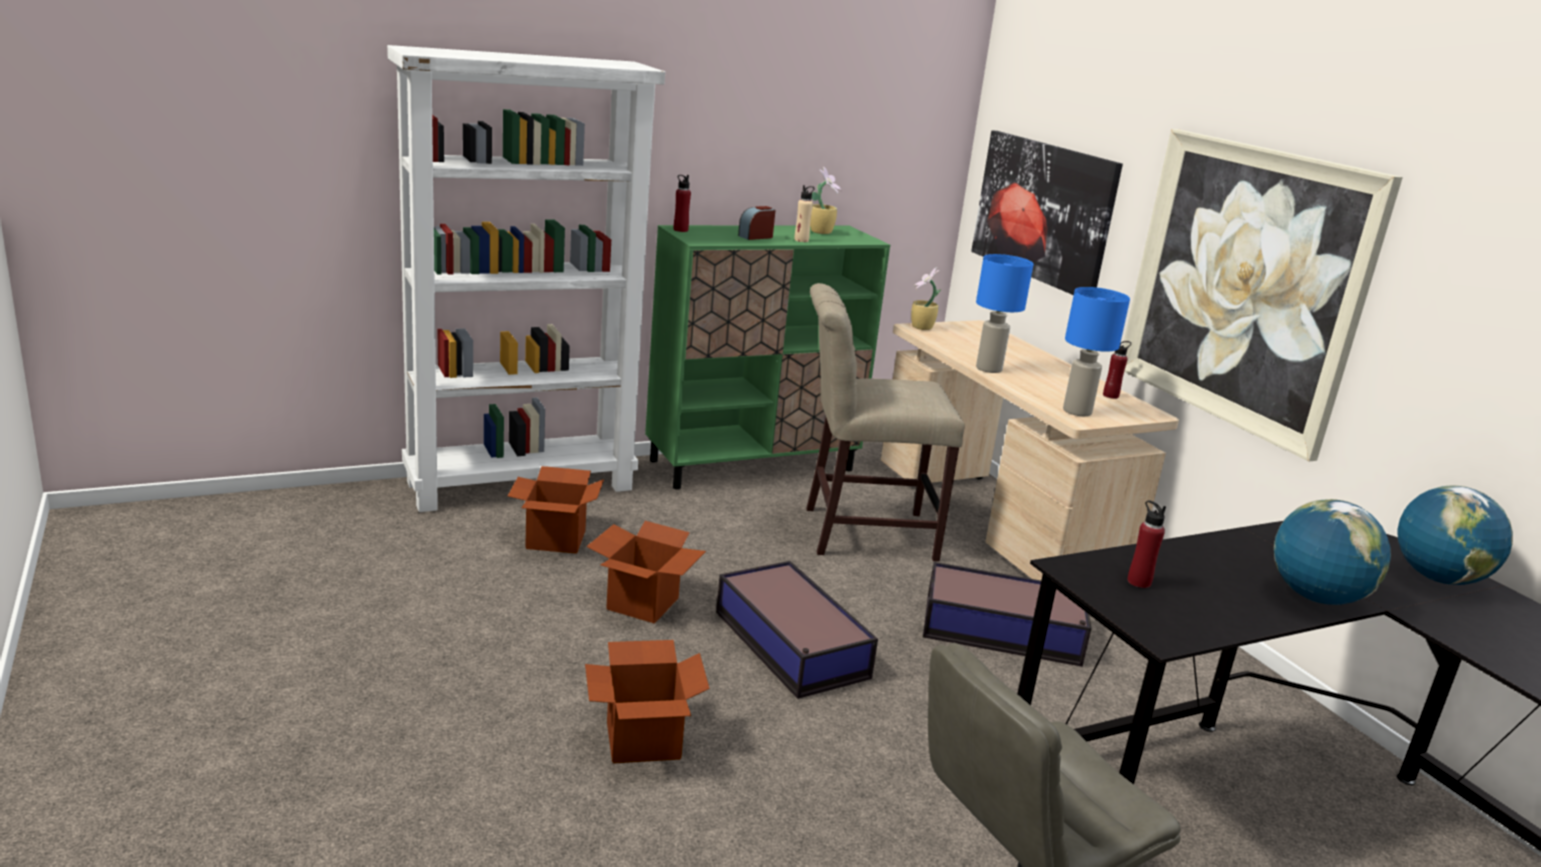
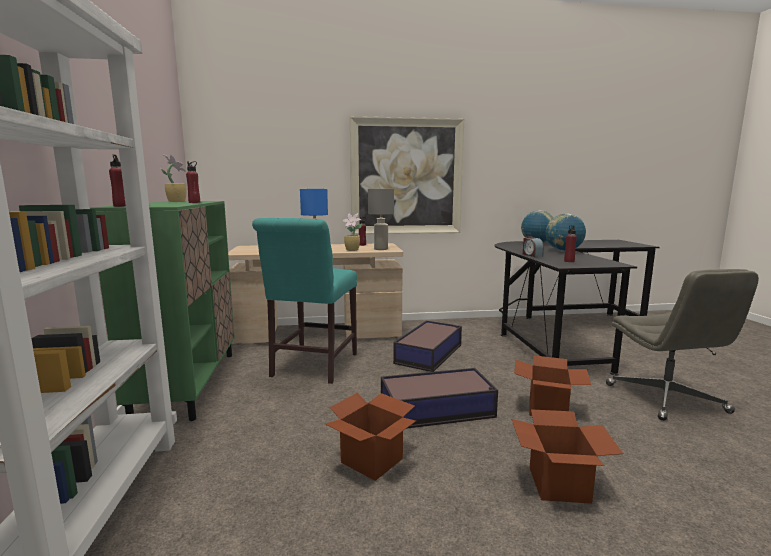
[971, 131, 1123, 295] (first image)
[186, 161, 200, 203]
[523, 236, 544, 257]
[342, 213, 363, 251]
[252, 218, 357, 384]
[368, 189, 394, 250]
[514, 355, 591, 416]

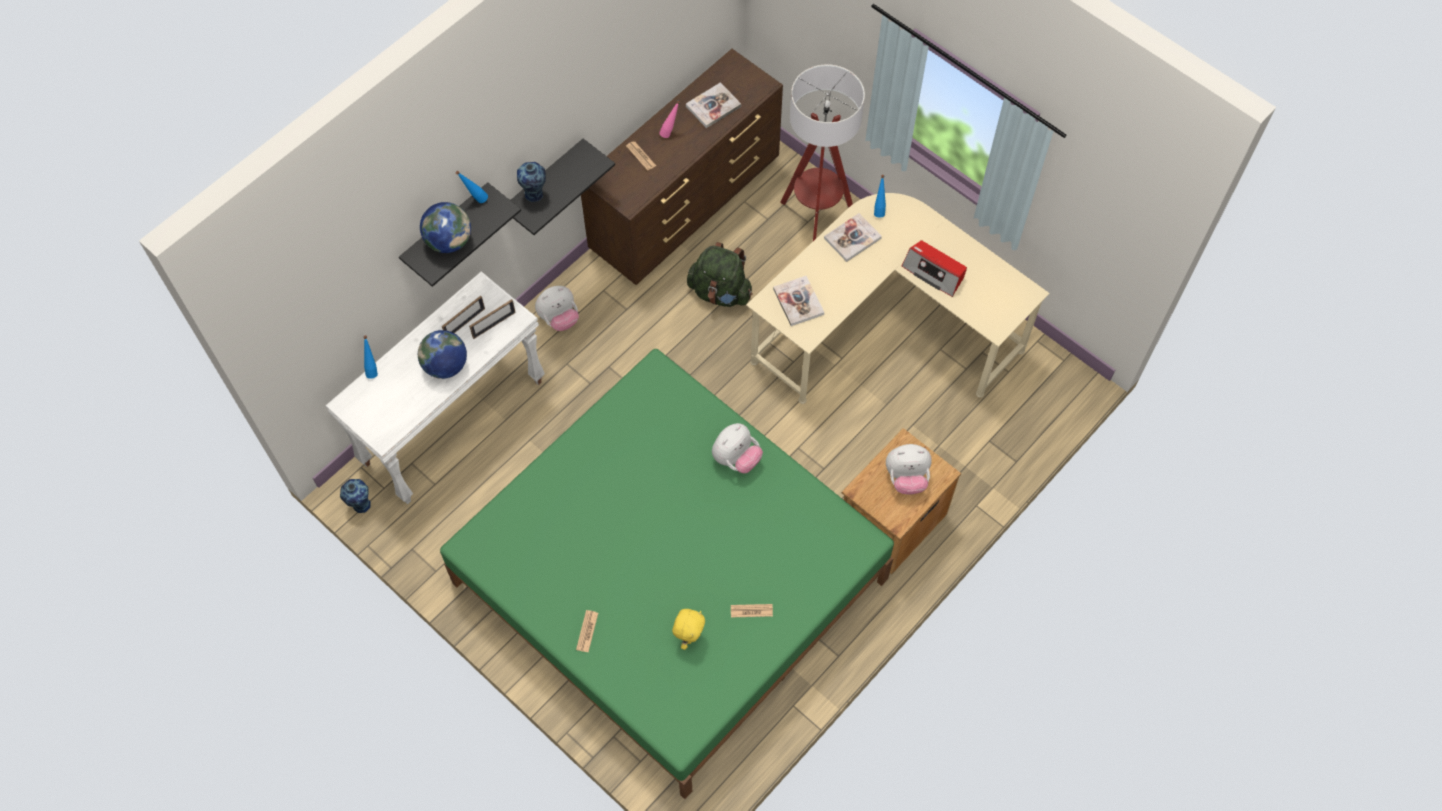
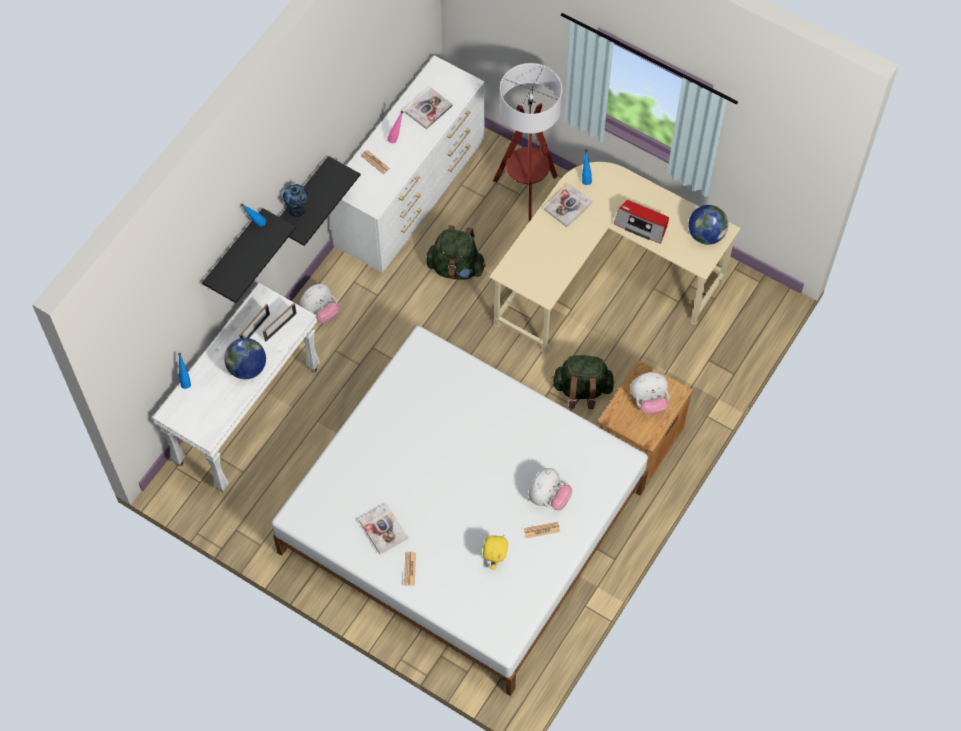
[329, 55, 485, 273]
[688, 205, 728, 245]
[359, 504, 408, 554]
[272, 326, 648, 696]
[528, 468, 572, 510]
[340, 479, 371, 513] (first image)
[552, 355, 614, 409]

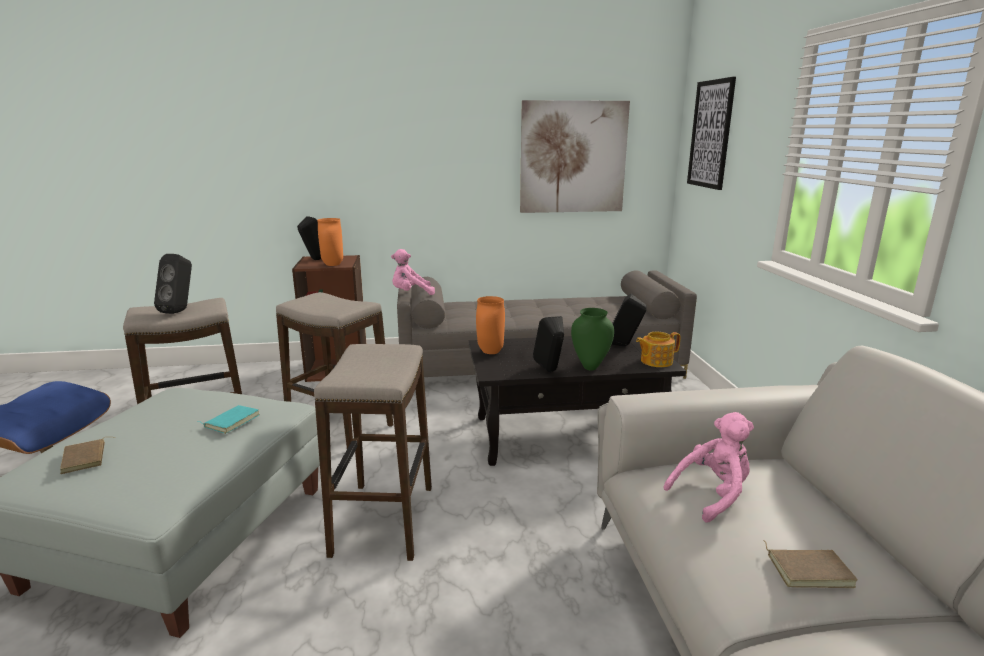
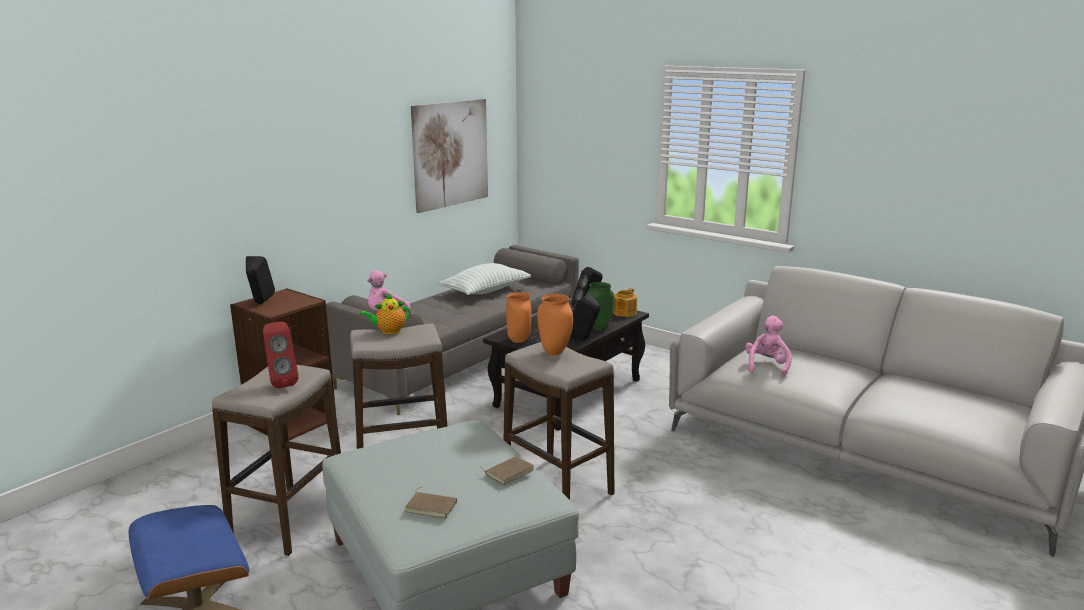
[687, 77, 736, 190] (first image)
[537, 294, 573, 356]
[263, 322, 298, 388]
[197, 405, 260, 434] (first image)
[480, 456, 534, 485]
[439, 263, 531, 295]
[359, 293, 411, 334]

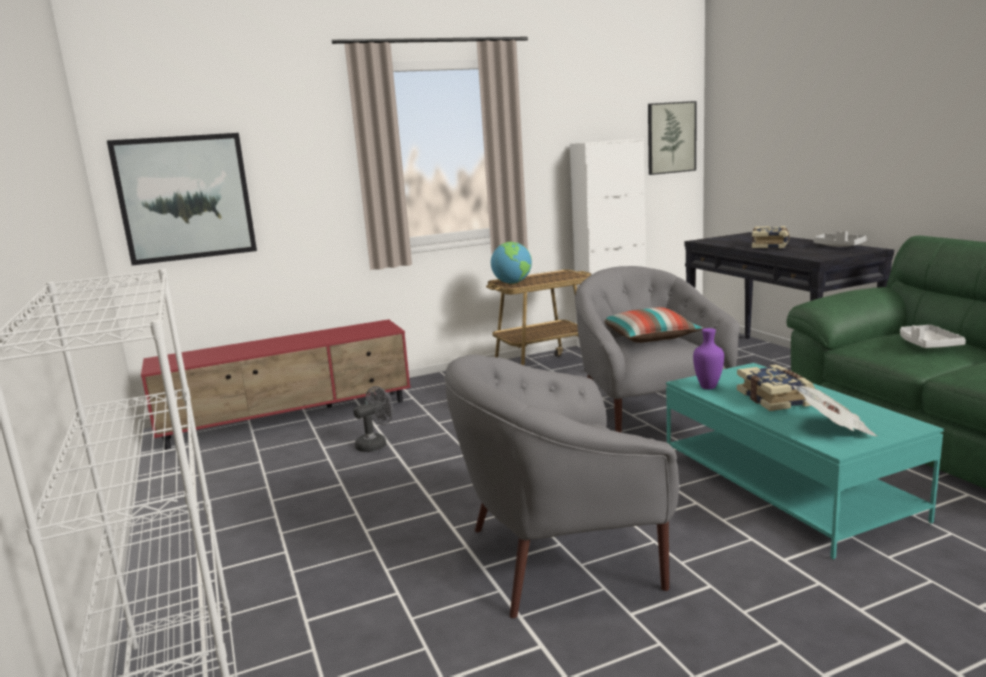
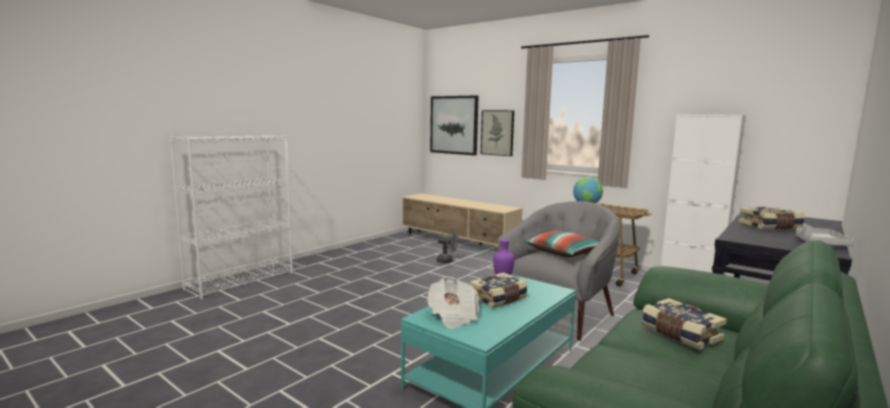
[481, 110, 514, 156]
[402, 193, 523, 246]
[642, 298, 727, 350]
[444, 355, 679, 618] (first image)

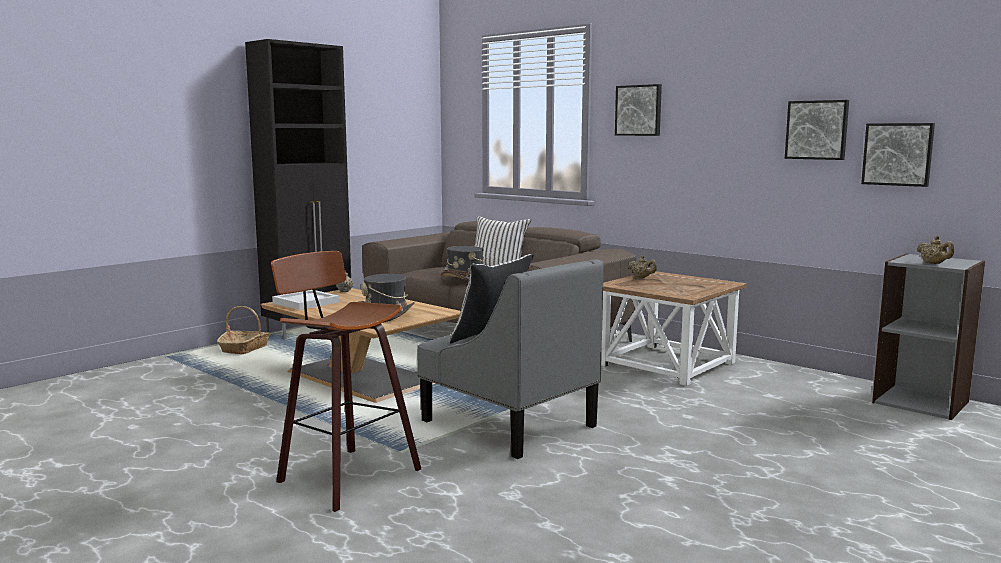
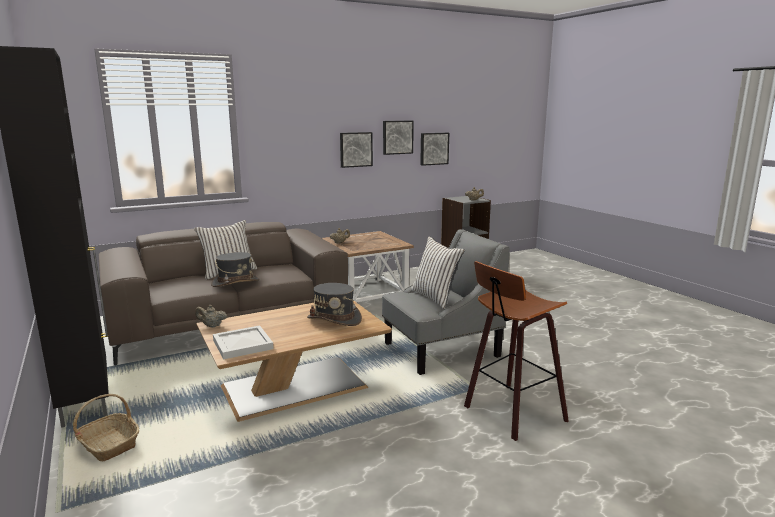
[340, 132, 373, 168]

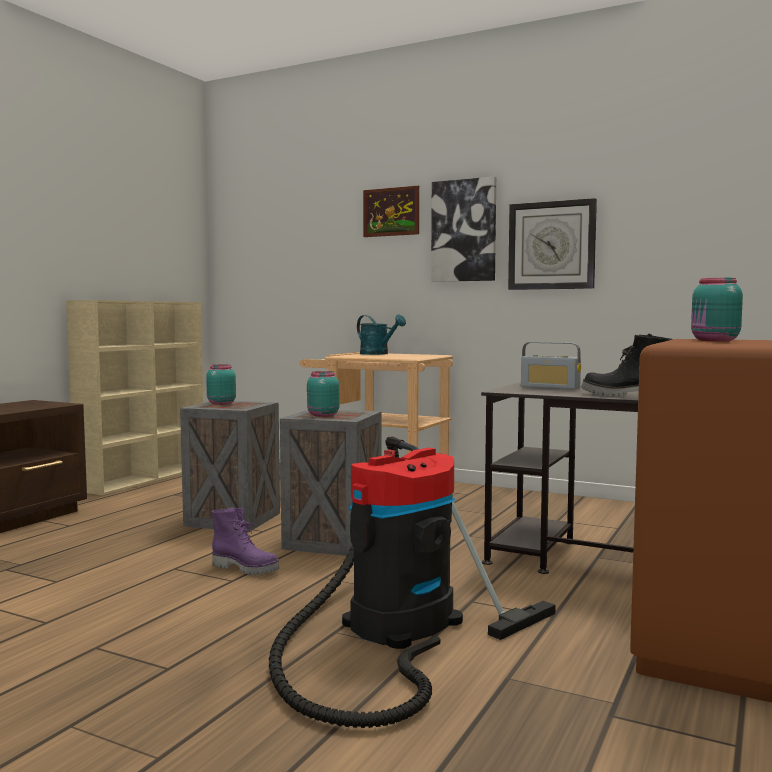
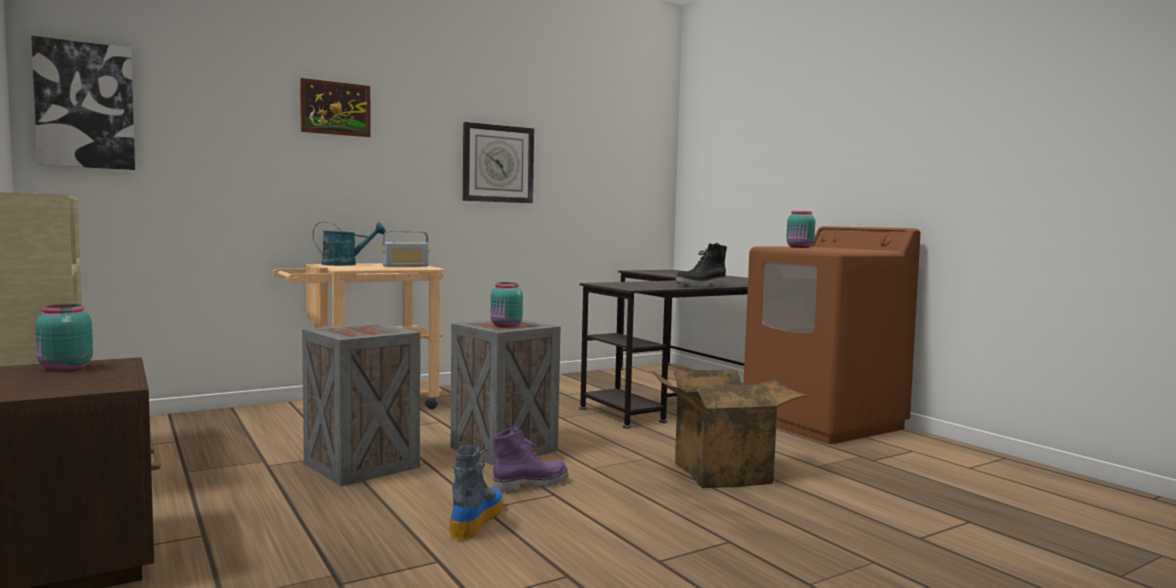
[31, 36, 135, 170]
[382, 231, 429, 267]
[35, 304, 93, 371]
[653, 370, 809, 488]
[449, 445, 503, 540]

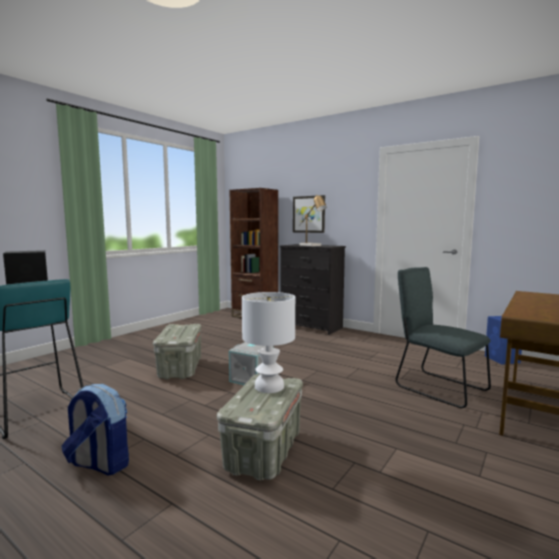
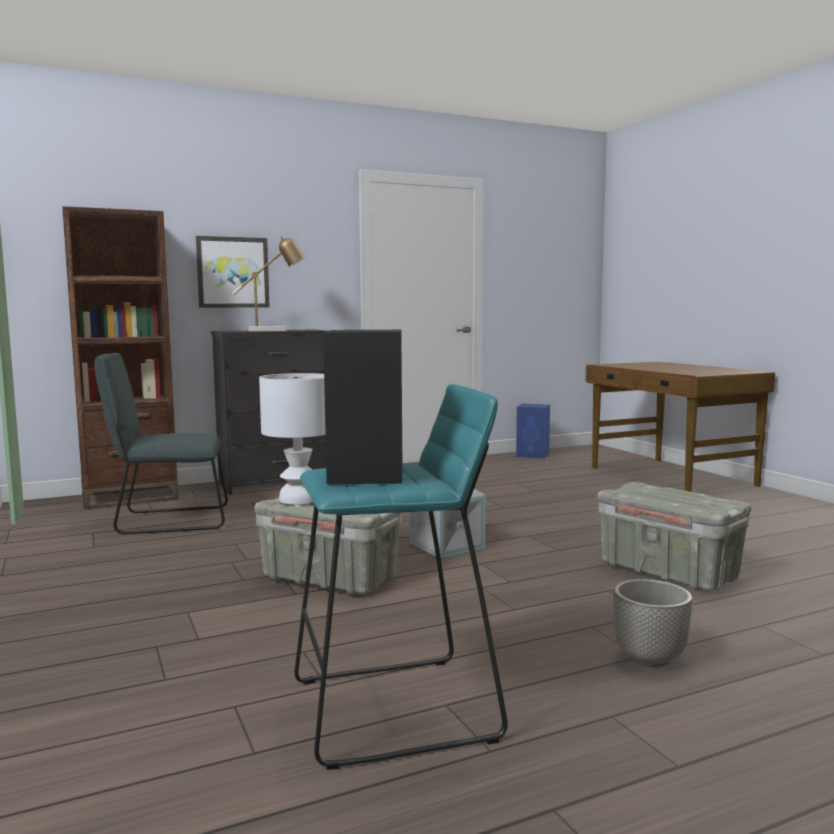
[94, 353, 228, 534]
[259, 373, 325, 505]
[613, 579, 692, 668]

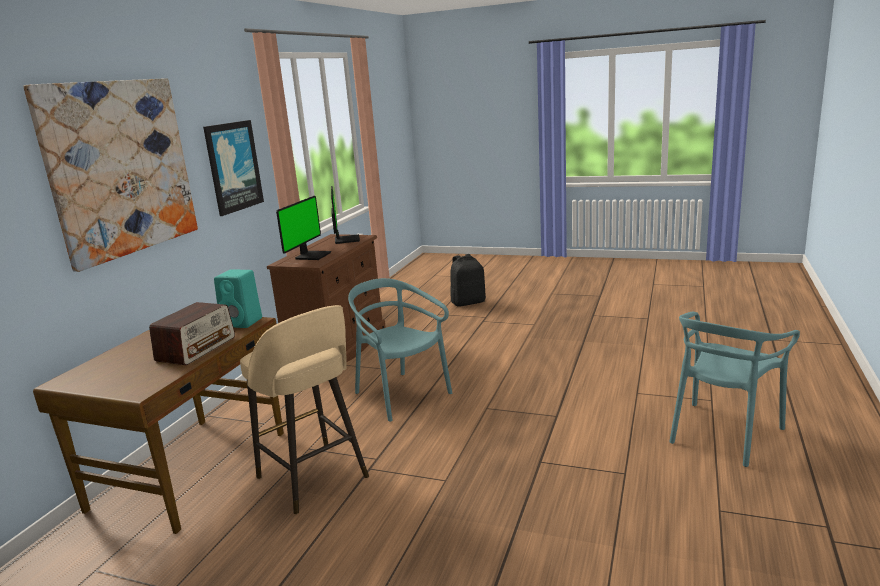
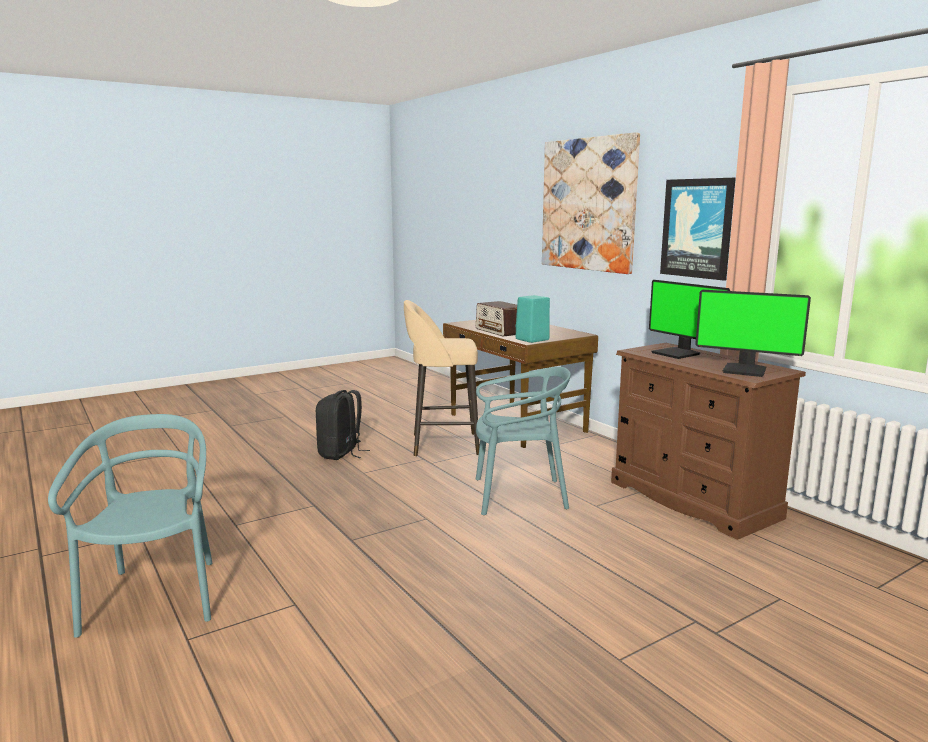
[316, 390, 370, 460]

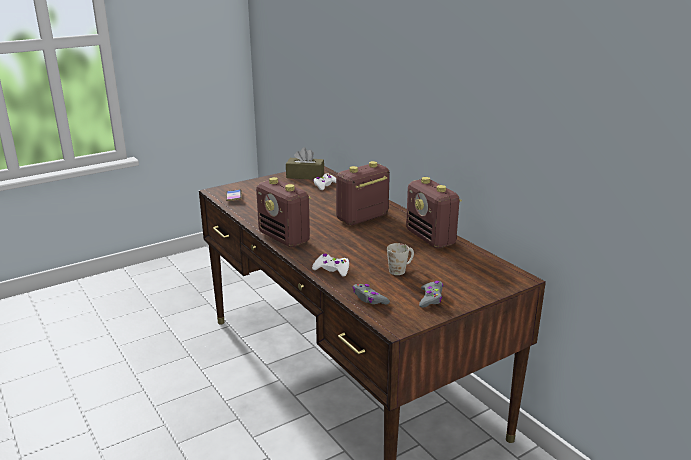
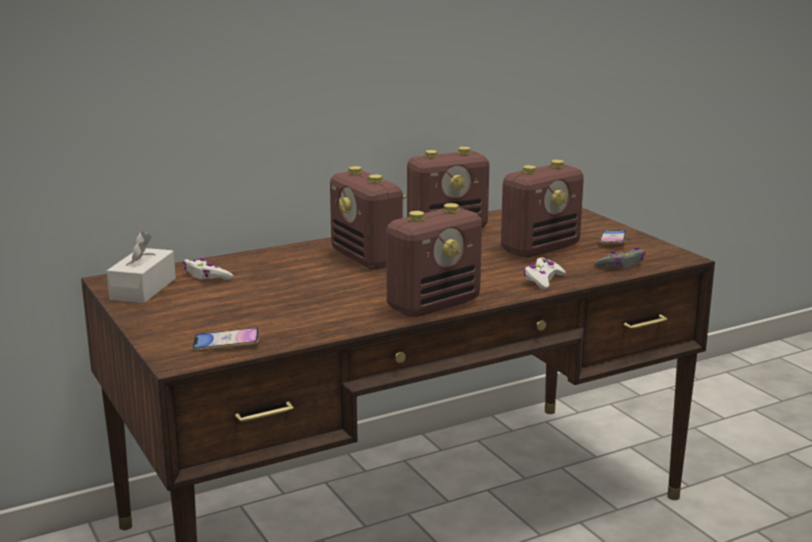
[107, 231, 176, 303]
[501, 160, 584, 257]
[599, 230, 627, 244]

